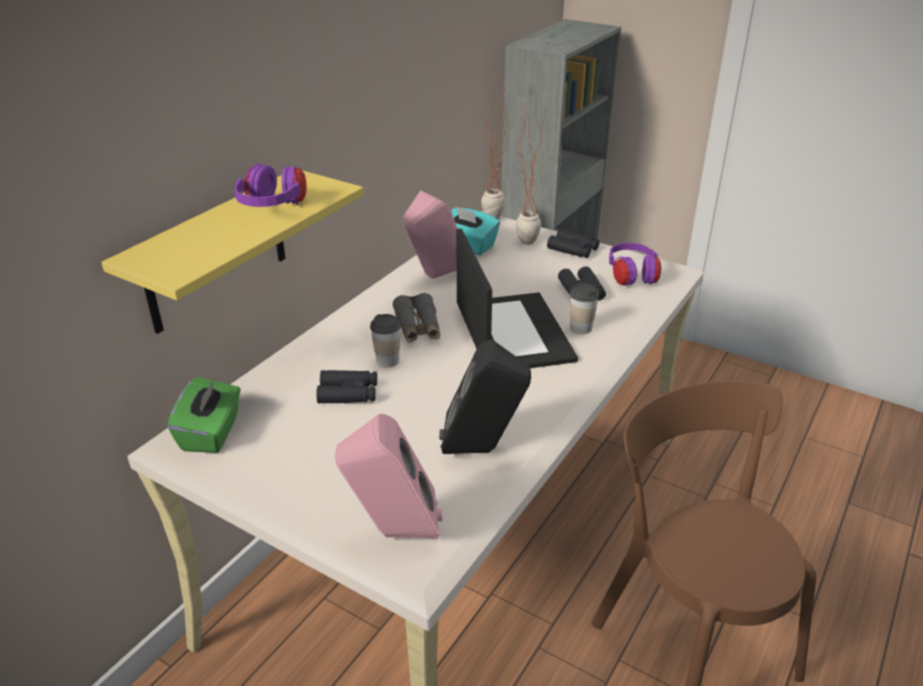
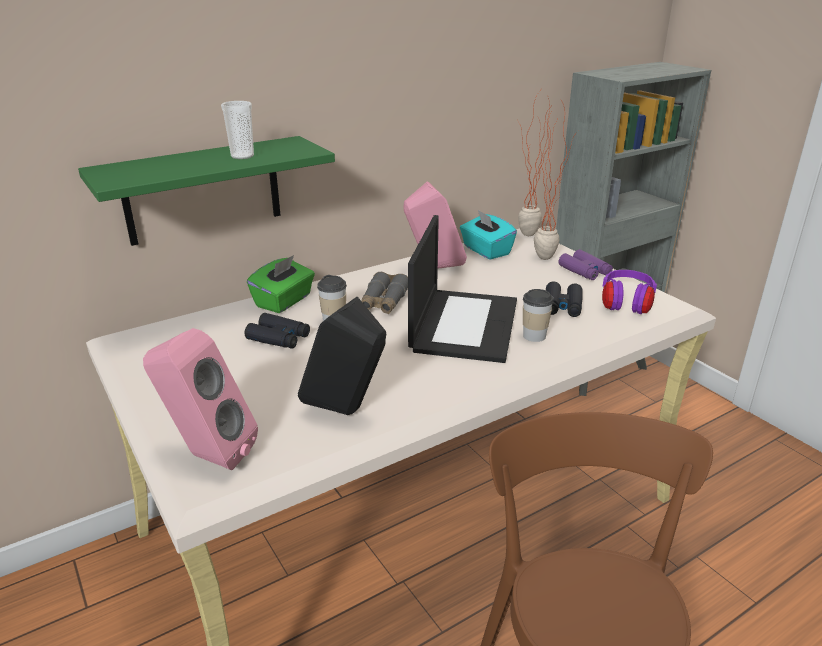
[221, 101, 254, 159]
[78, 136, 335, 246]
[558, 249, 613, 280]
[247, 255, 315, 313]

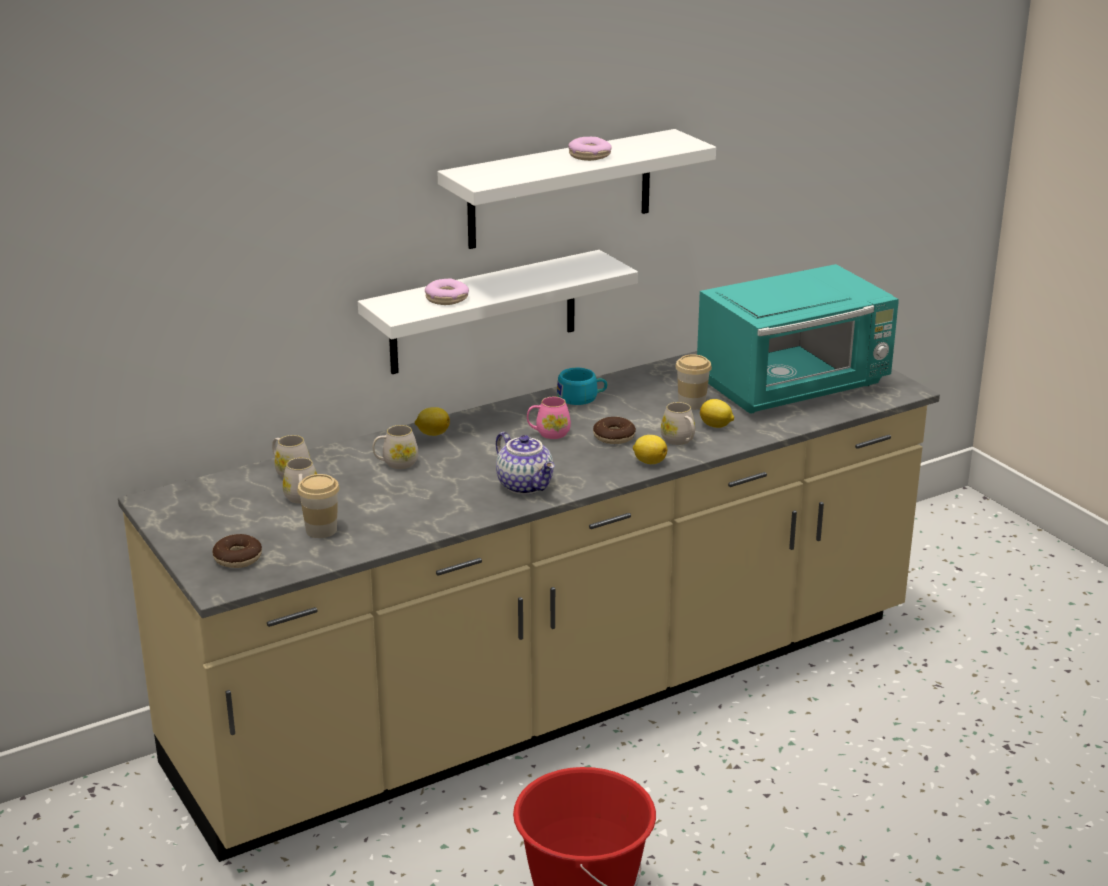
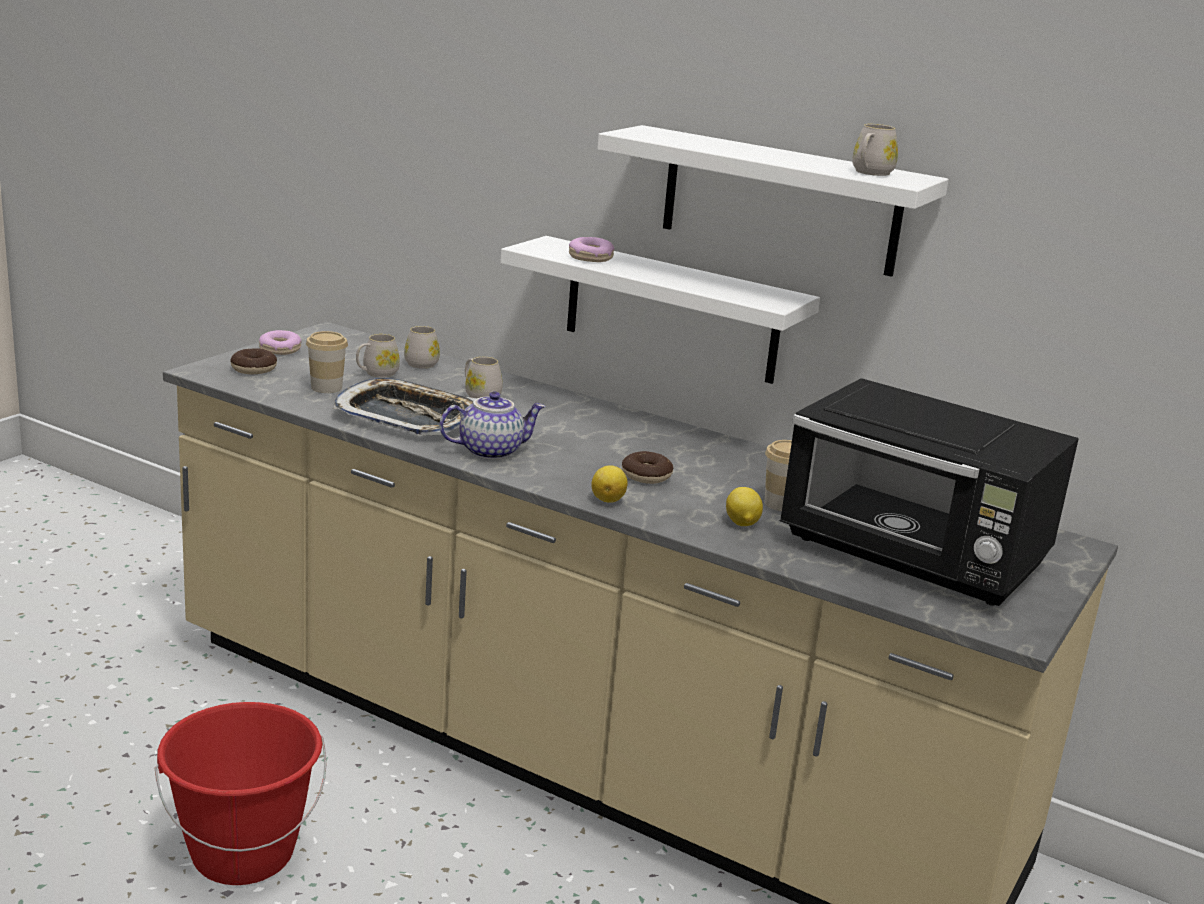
[259, 330, 302, 355]
[780, 378, 1079, 606]
[557, 368, 608, 405] (first image)
[527, 397, 571, 439] (first image)
[852, 124, 898, 176]
[415, 407, 450, 436] (first image)
[439, 391, 546, 460]
[333, 378, 476, 436]

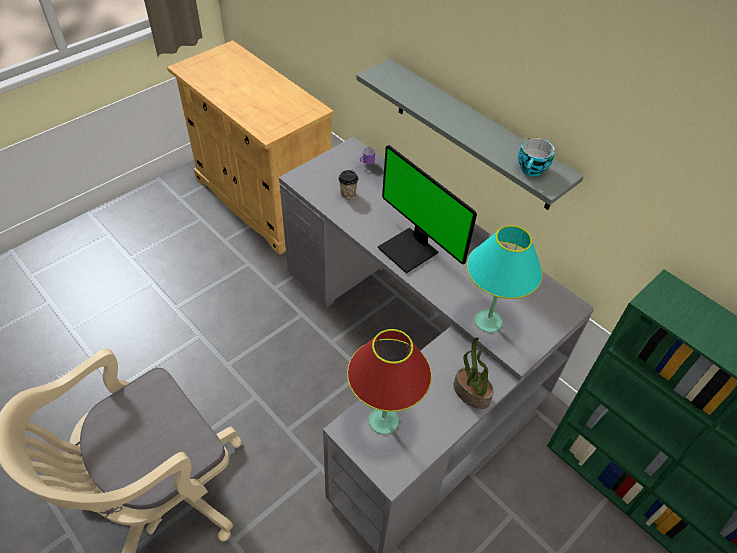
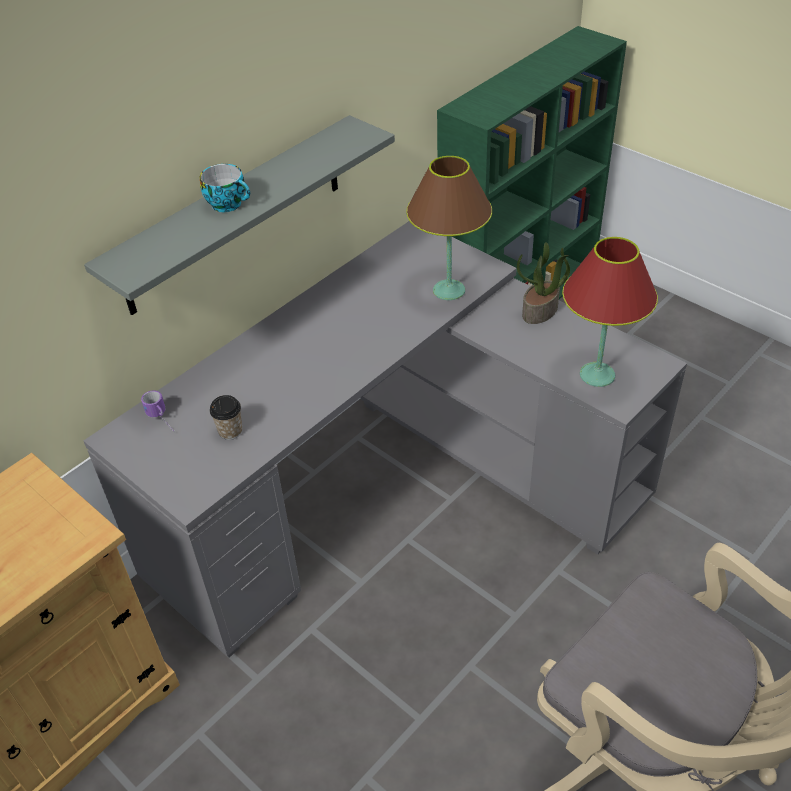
[200, 164, 250, 212]
[378, 145, 477, 273] (first image)
[406, 156, 492, 300]

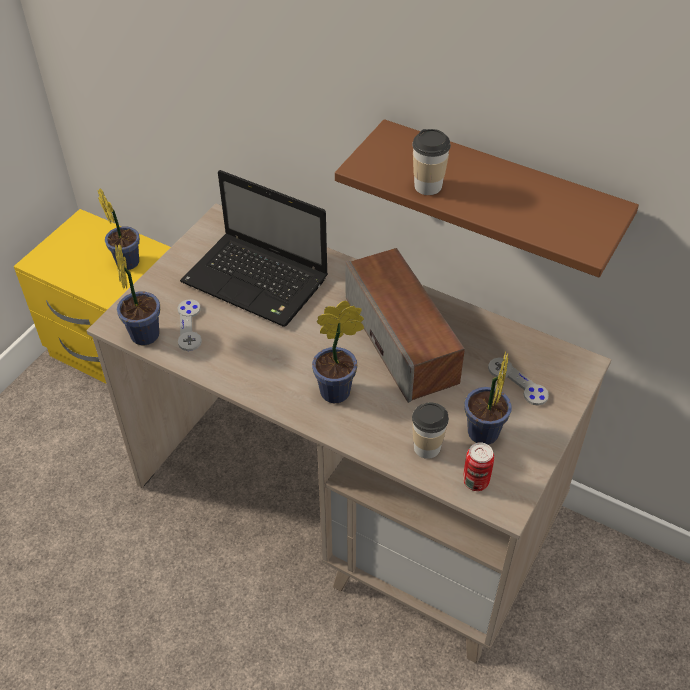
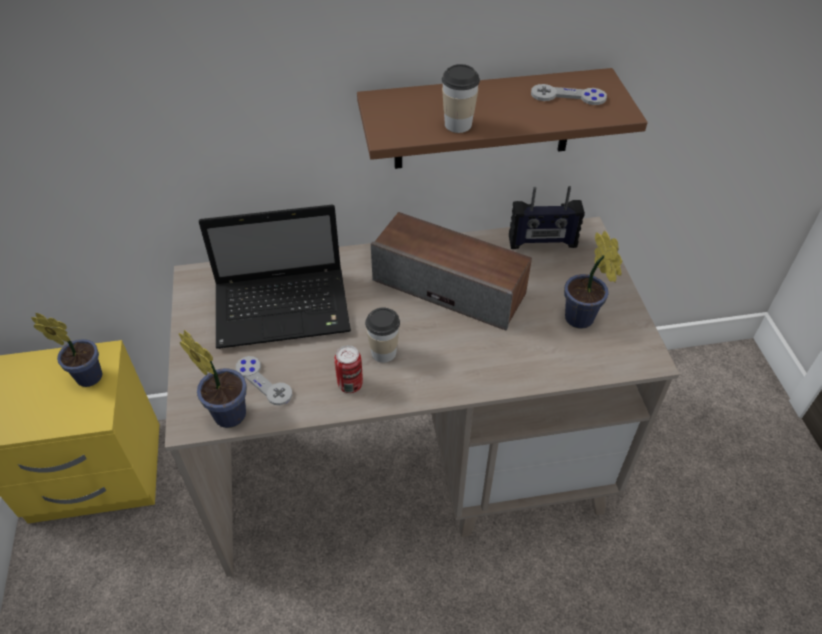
[312, 301, 364, 403] (first image)
[531, 84, 607, 105]
[365, 307, 400, 363]
[334, 345, 363, 393]
[509, 186, 585, 249]

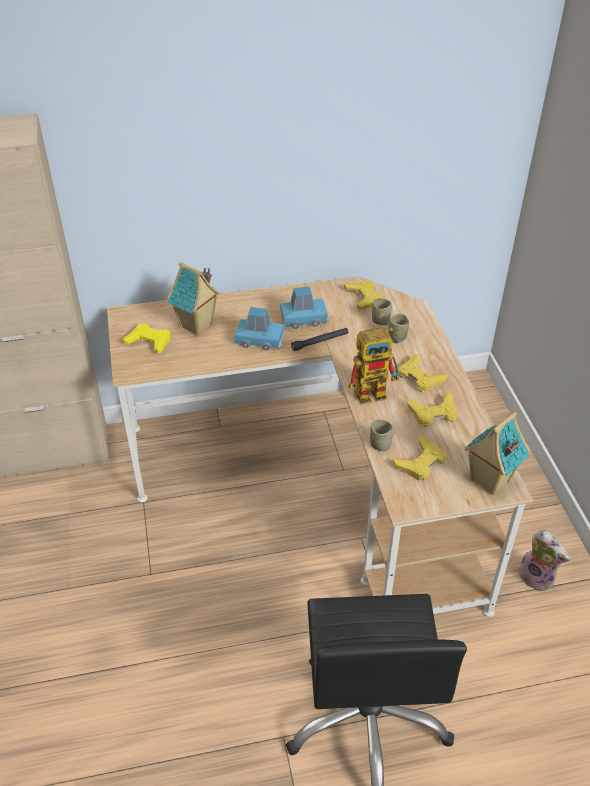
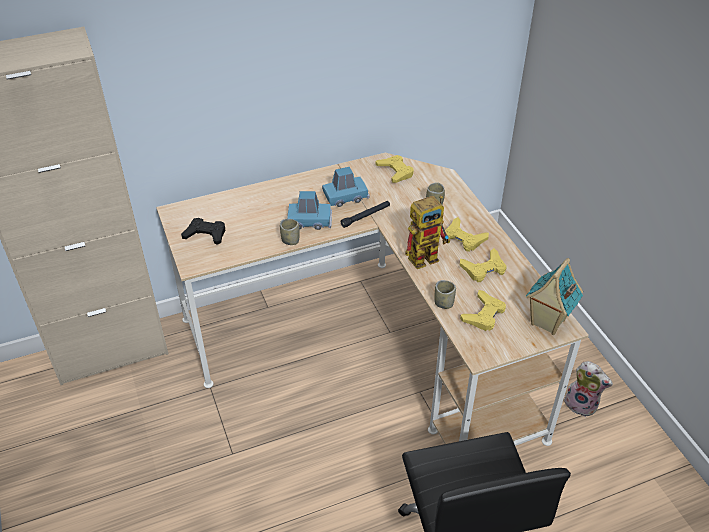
[167, 262, 220, 336] (first image)
[280, 219, 299, 245]
[181, 218, 226, 245]

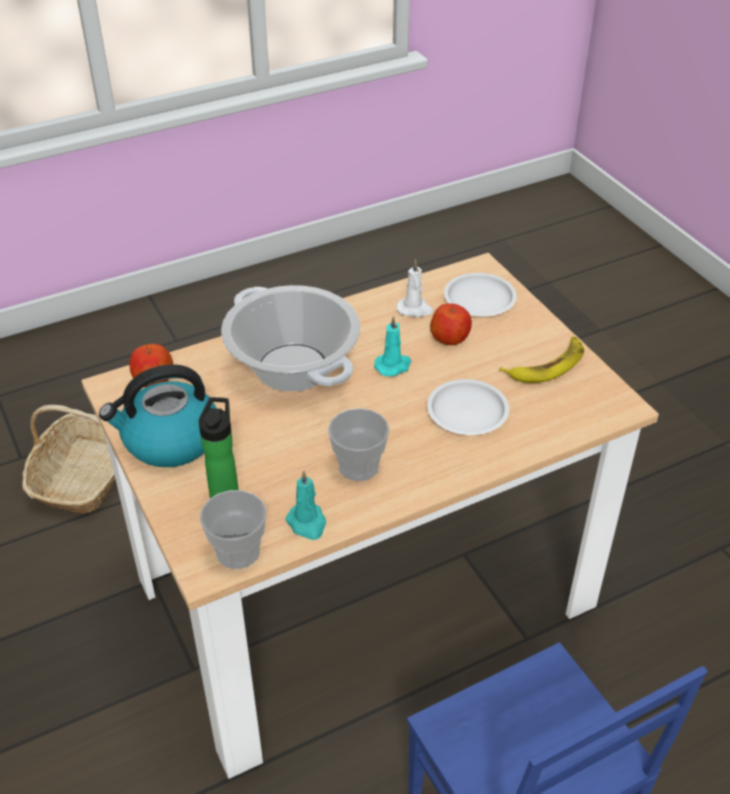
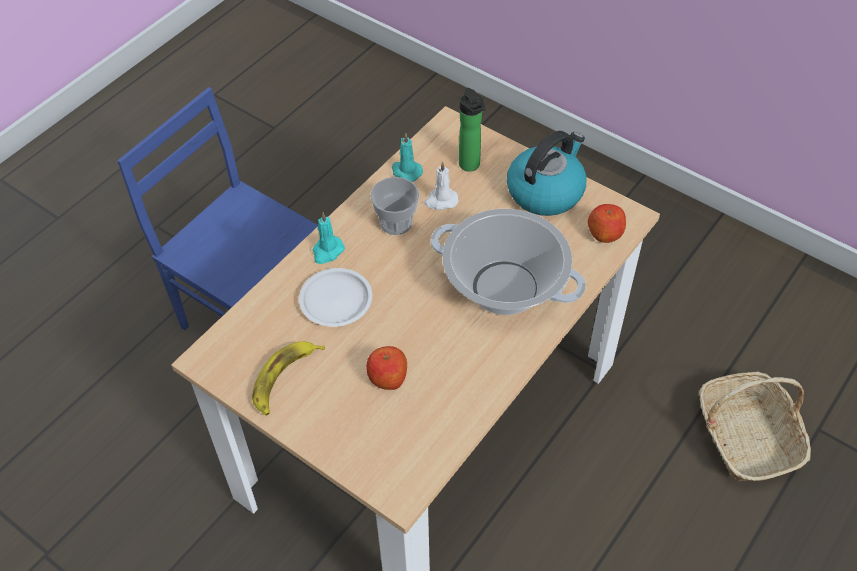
[424, 161, 458, 210]
[444, 273, 517, 316] (first image)
[313, 212, 345, 264]
[200, 490, 267, 569] (first image)

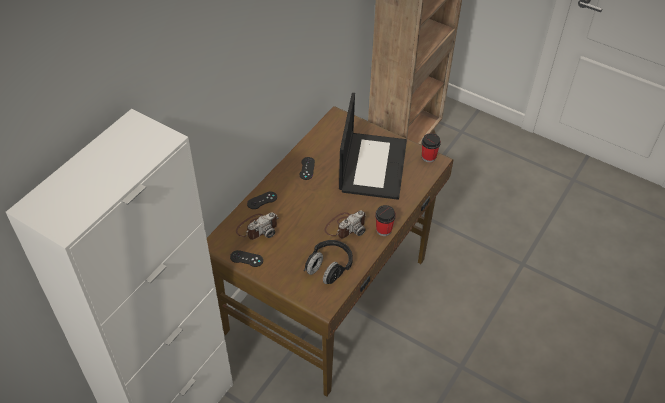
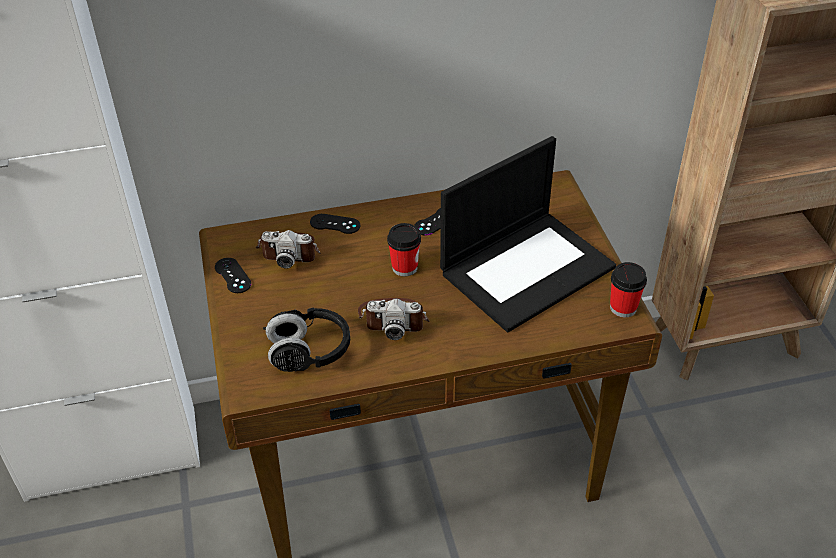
[387, 223, 421, 276]

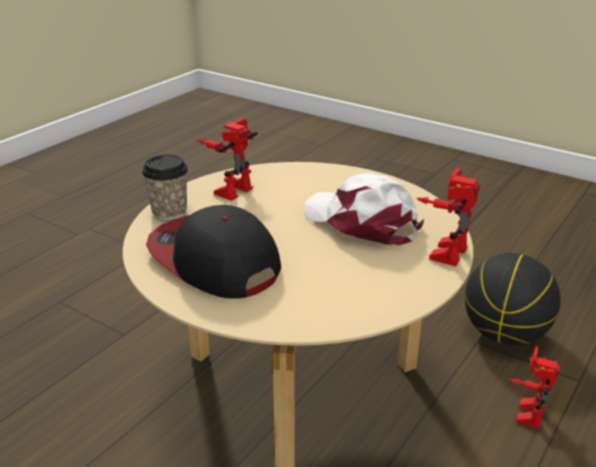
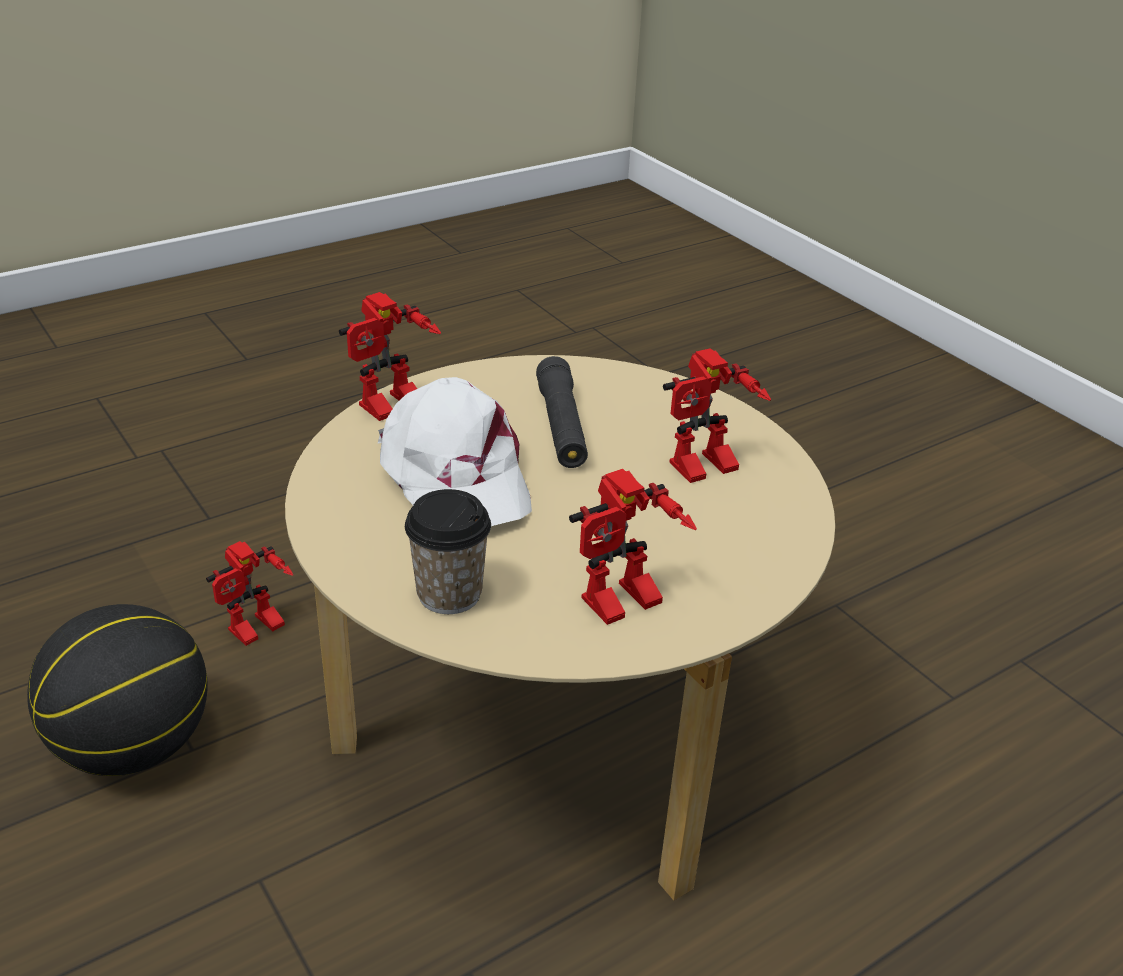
[405, 489, 491, 614]
[663, 348, 771, 483]
[536, 356, 588, 468]

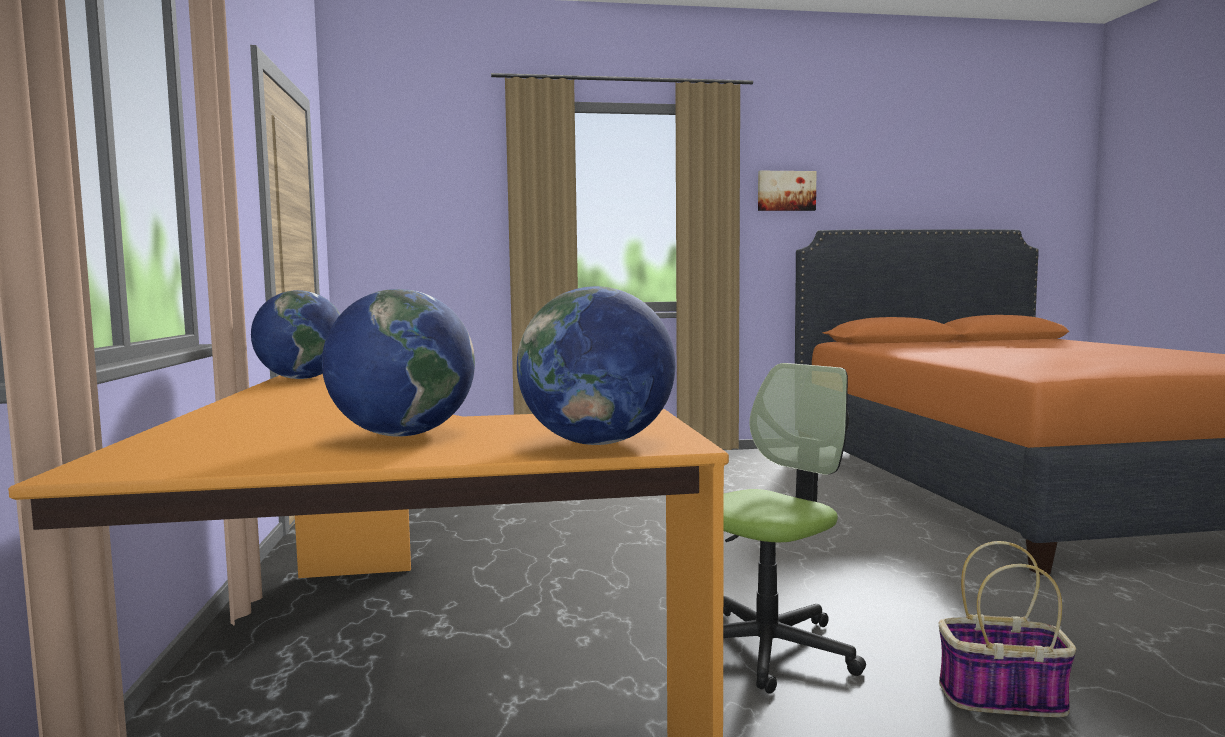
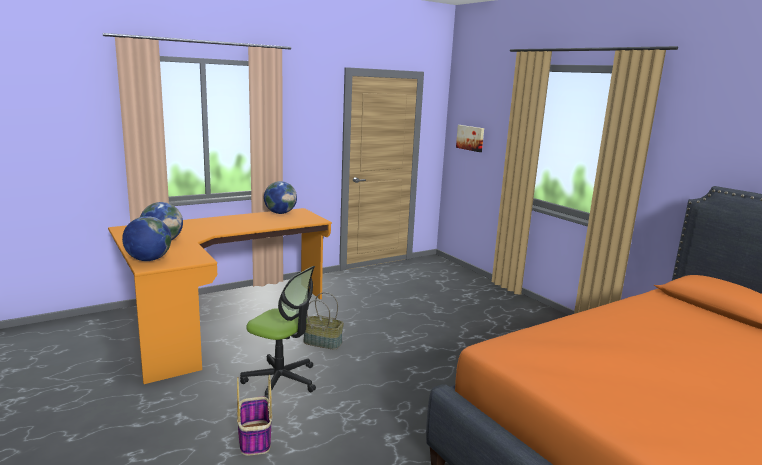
[456, 125, 484, 152]
[304, 292, 344, 350]

